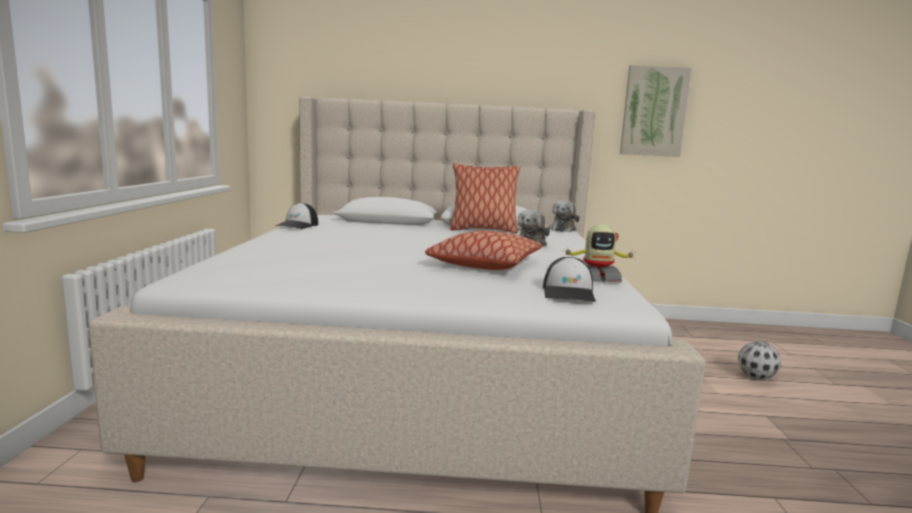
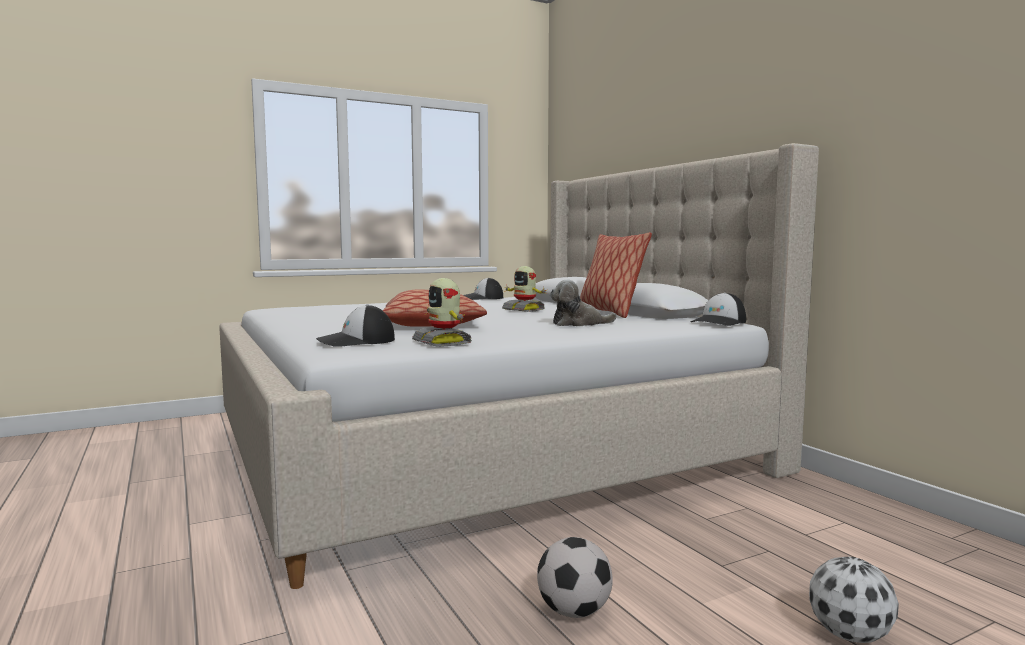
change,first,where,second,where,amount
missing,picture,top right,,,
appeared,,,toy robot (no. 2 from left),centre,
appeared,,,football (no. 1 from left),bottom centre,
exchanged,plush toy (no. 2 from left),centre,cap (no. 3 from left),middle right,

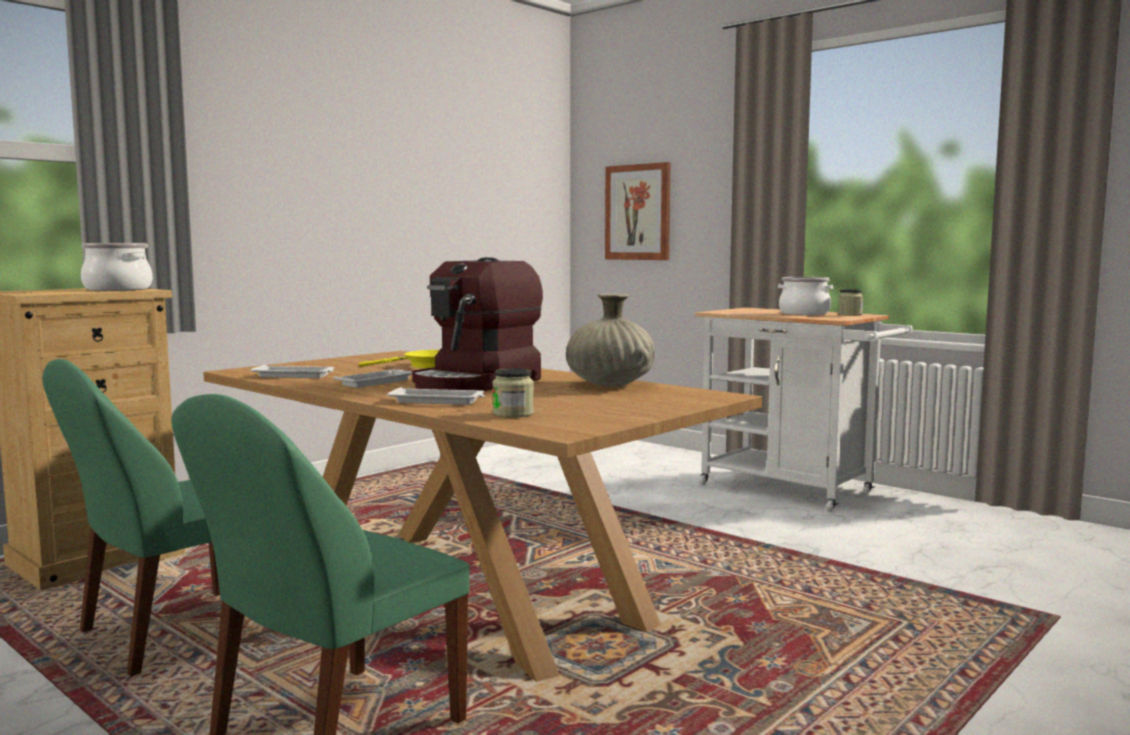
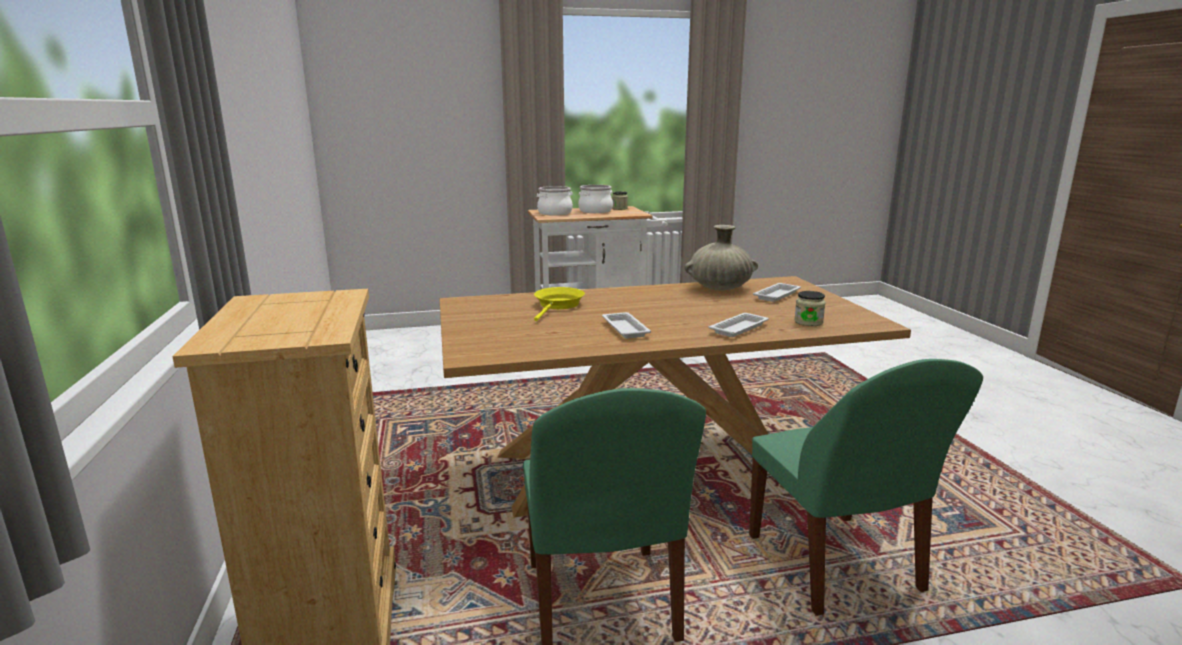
change,first,where,second,where,amount
missing,coffee machine,centre,,,
missing,picture,top centre,,,
relocated,cooking pot (no. 1 from left),middle left,,top centre,
relocated,white tray (no. 1 from left in the first image),middle left,white tray (no. 3 from left),centre,

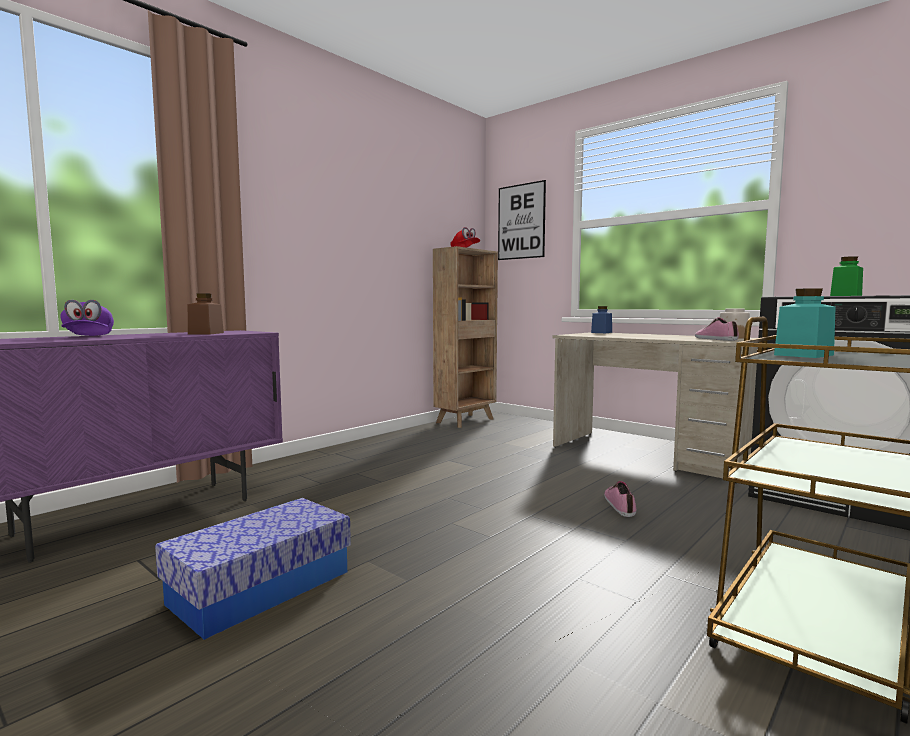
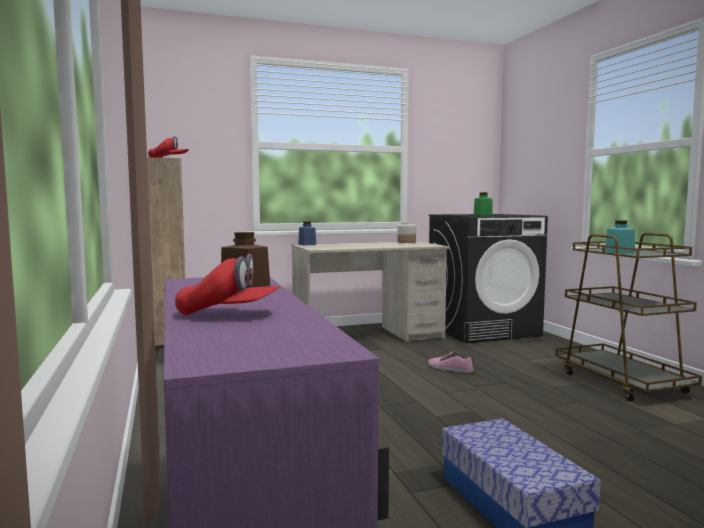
change,first,where,second,where,amount
missing,picture,top centre,,,
missing,shoe (no. 2 from left),middle right,,,
colour,purple cap,middle left,red cap (no. 2 from left),middle left,

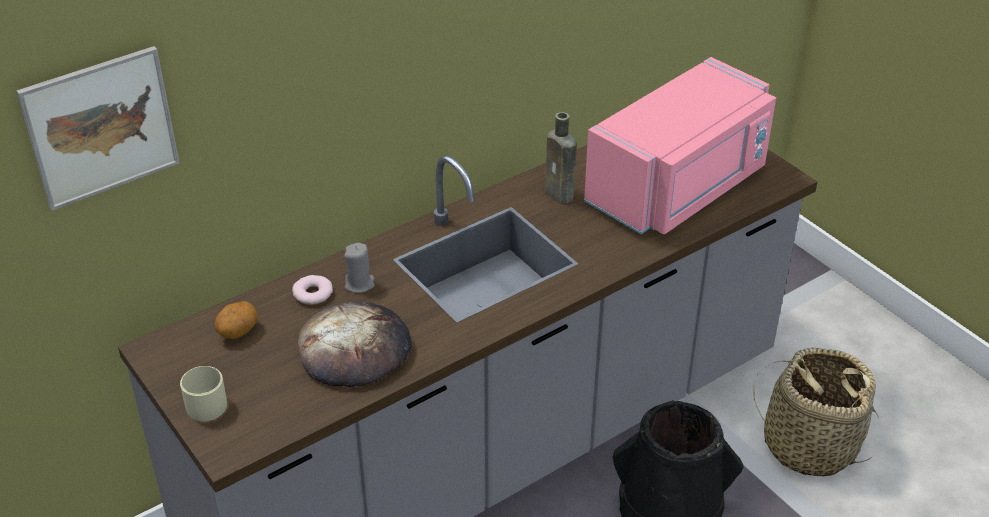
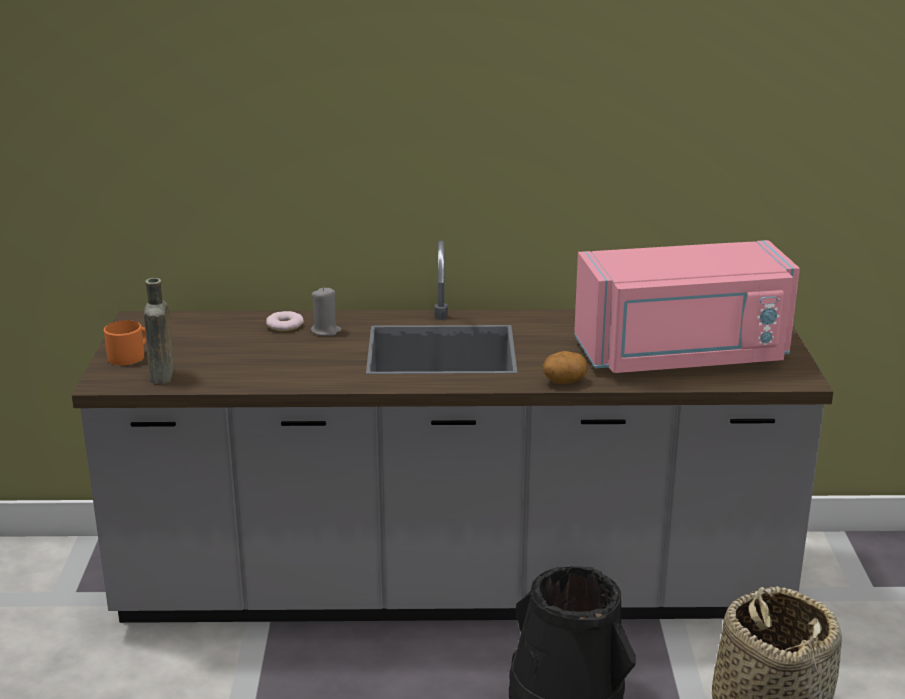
change,first,where,second,where,amount
missing,picture,top left,,,
missing,bread,centre,,,
relocated,potato,middle left,,centre,
relocated,brown bottle,top centre,,middle left,
colour,beige mug,bottom left,orange mug,middle left,

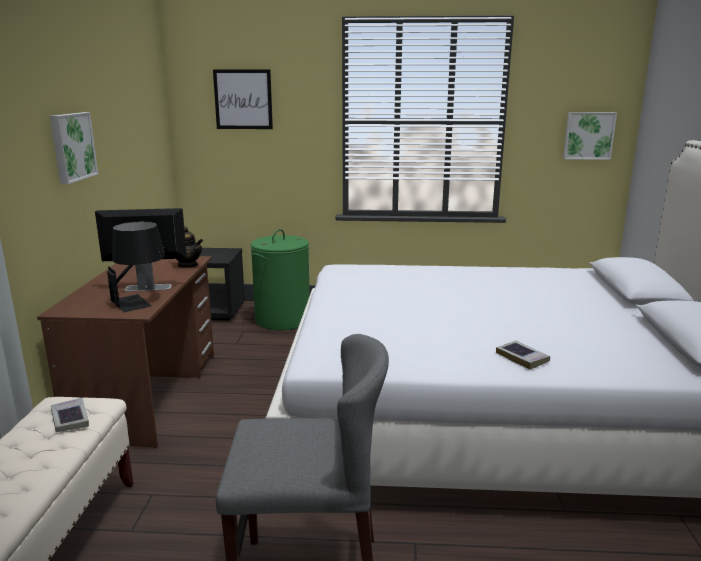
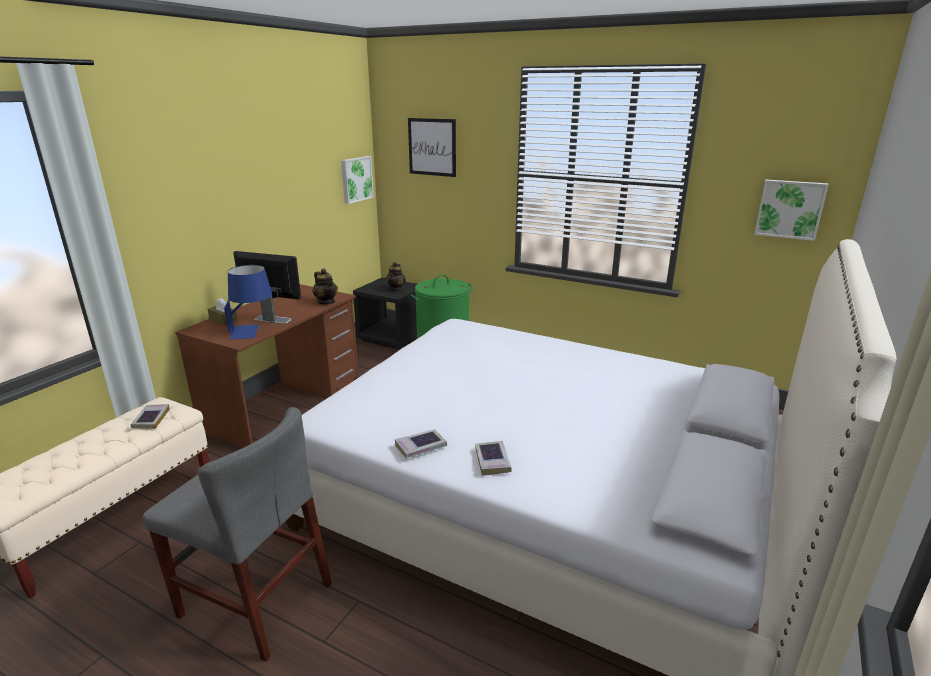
change,first,where,second,where,amount
appeared,,,brown tissue box,middle left,
appeared,,,teapot (no. 2 from left),centre,
appeared,,,book (no. 2 from left),centre,
relocated,picture (no. 1 from left),top left,,top centre,
colour,black table lamp,middle left,blue table lamp,middle left,

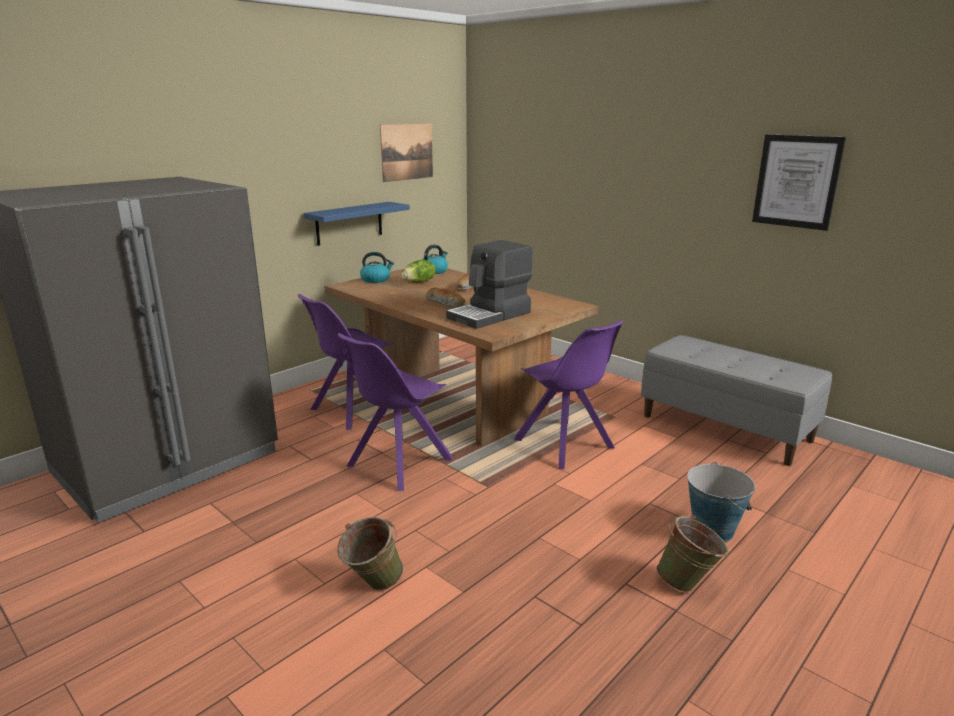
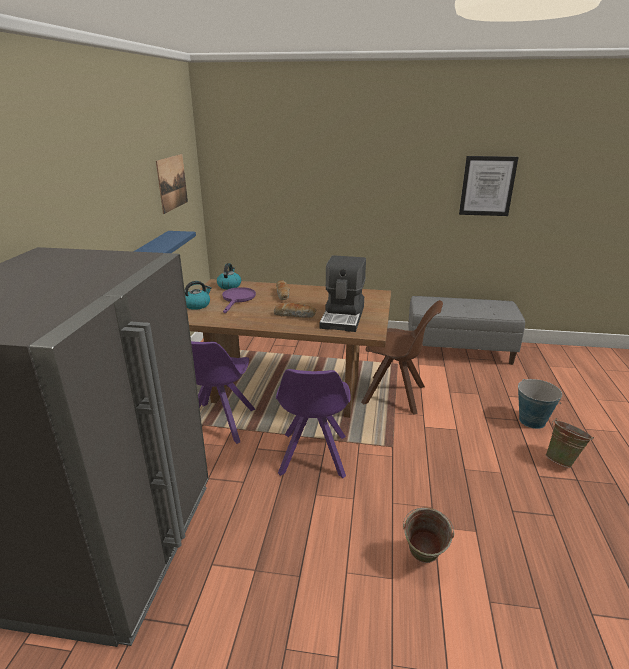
change,first,where,second,where,amount
exchanged,lettuce,centre,purple frying pan,centre,
colour,purple chair (no. 3 from left),centre,brown chair,centre,

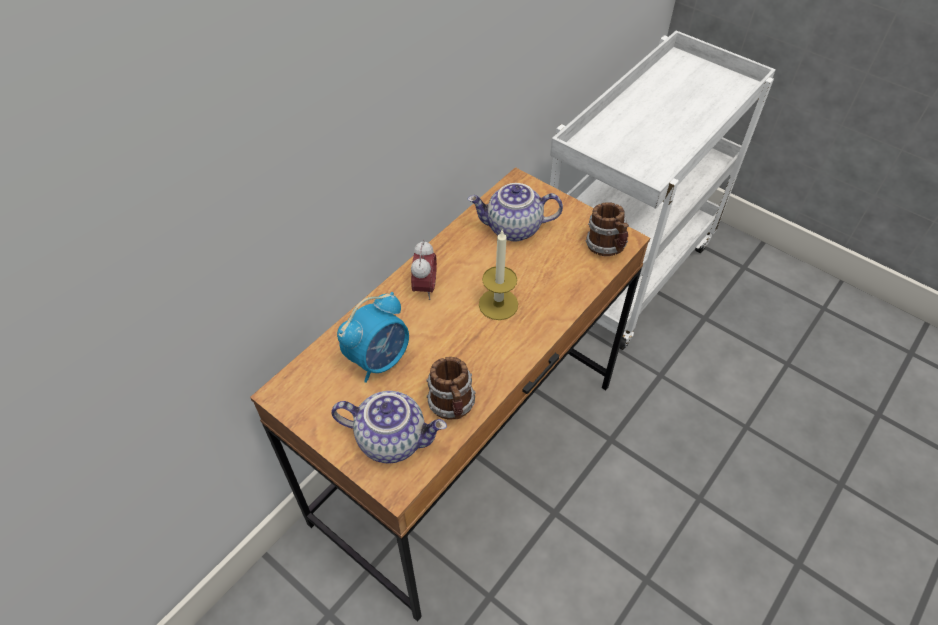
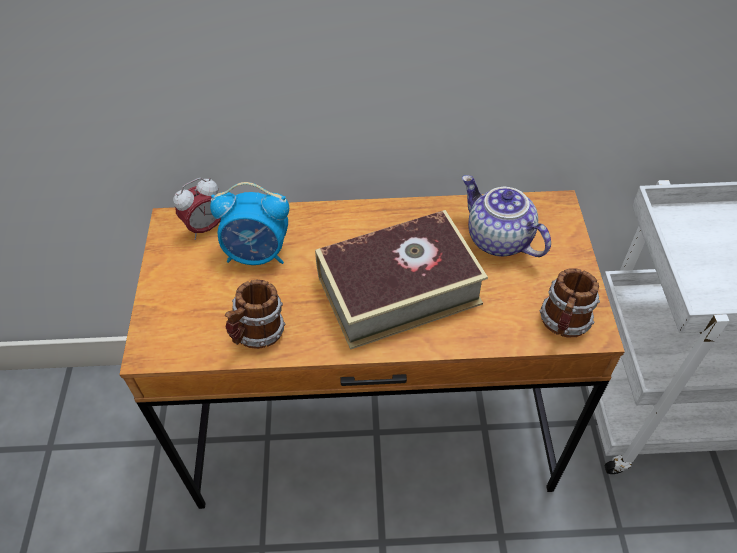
change,first,where,second,where,amount
missing,teapot (no. 1 from left),bottom centre,,,
relocated,alarm clock (no. 2 from left in the first image),centre,alarm clock (no. 1 from left),middle left,
exchanged,candle,centre,book,centre,

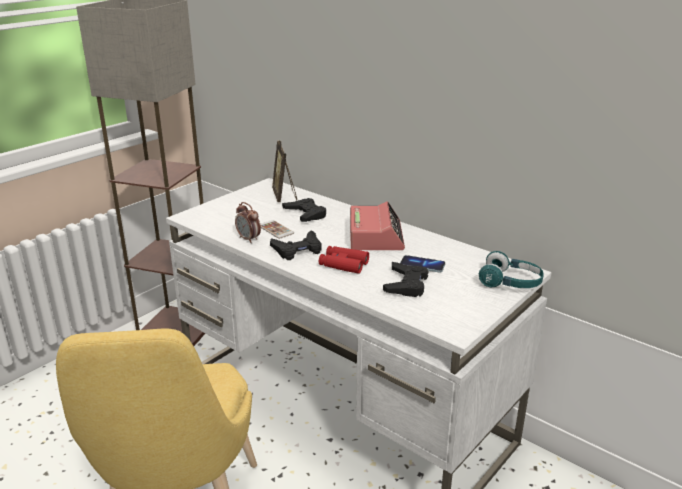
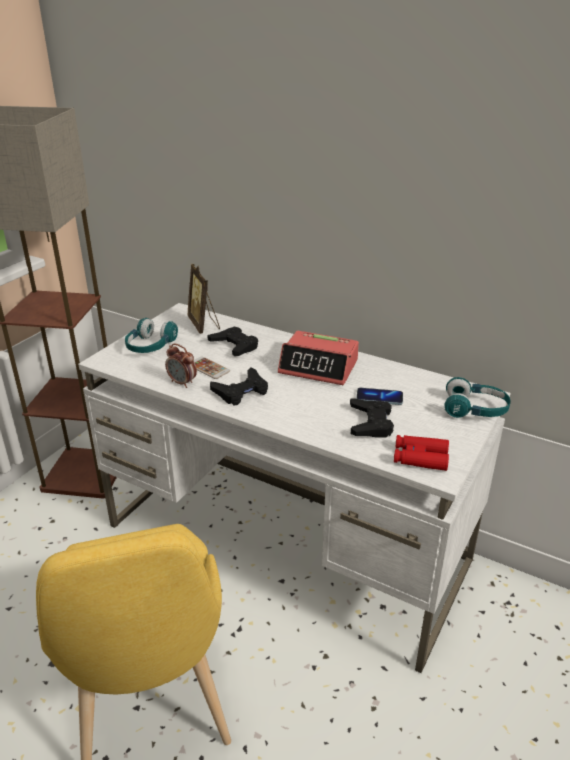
change,first,where,second,where,amount
appeared,,,turquoise headphones (no. 1 from left),middle left,
relocated,red binoculars,centre,,middle right,
spun,alarm clock (no. 2 from left),centre,,centre,120 degrees clockwise

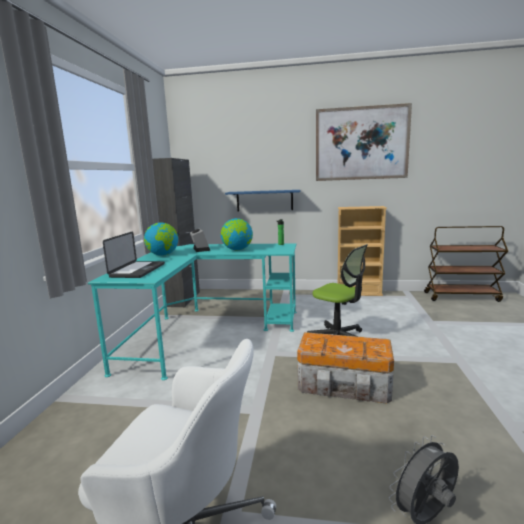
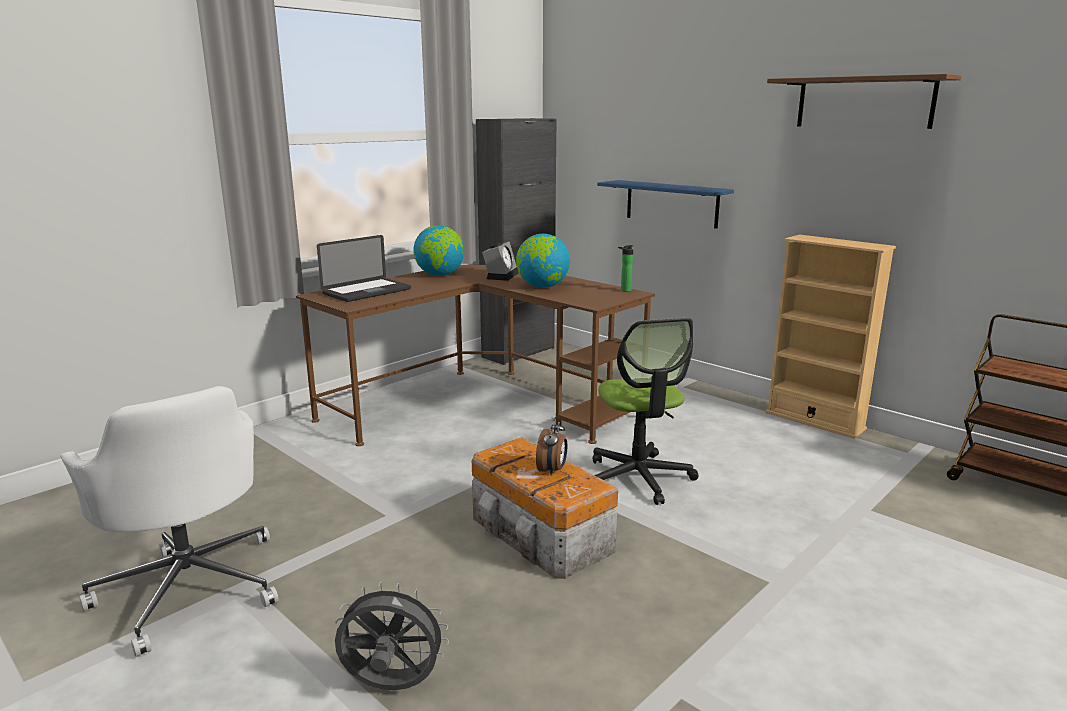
change,first,where,second,where,amount
appeared,,,alarm clock (no. 2 from left),centre,
exchanged,picture,top right,brown shelf,top right,
colour,turquoise desk,centre,brown desk,centre,

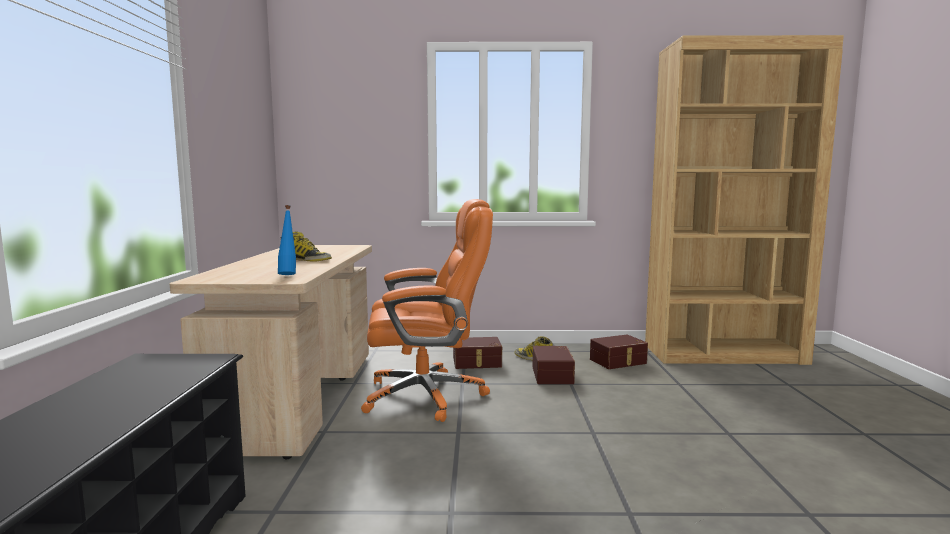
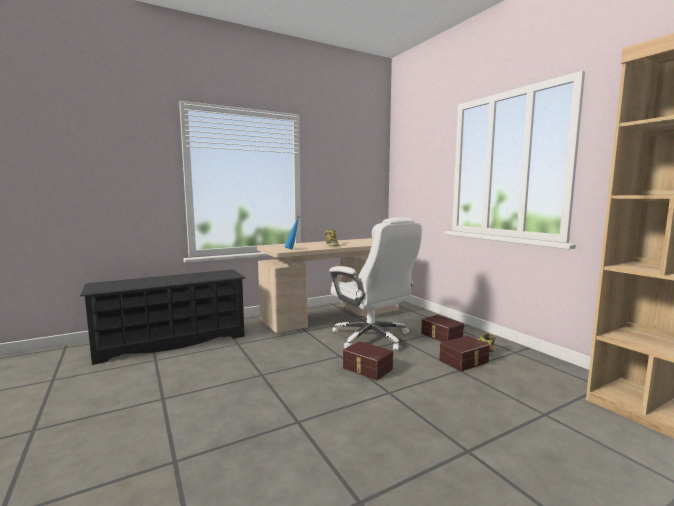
change,first,where,second,where,amount
relocated,brown storage box (no. 3 from left in the first image),centre,brown storage box (no. 1 from left),bottom centre,
colour,orange office chair,centre,white office chair,centre,

